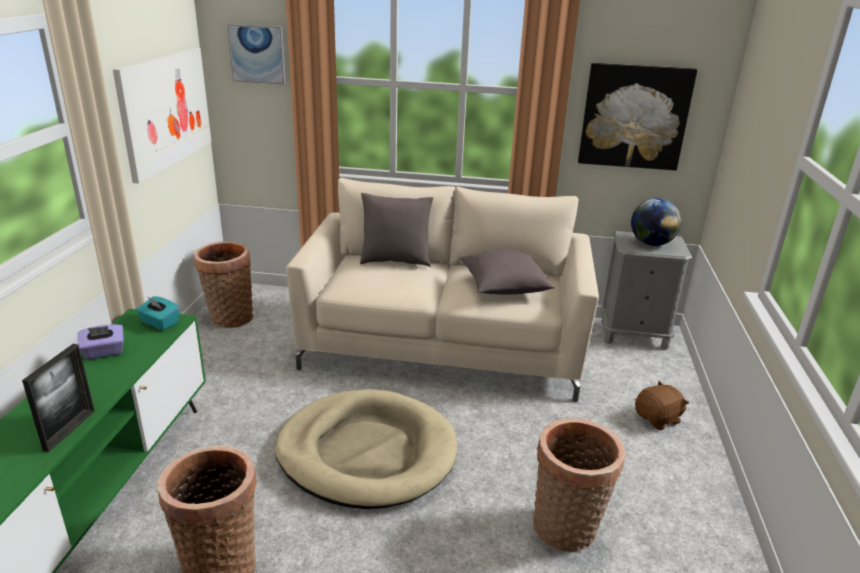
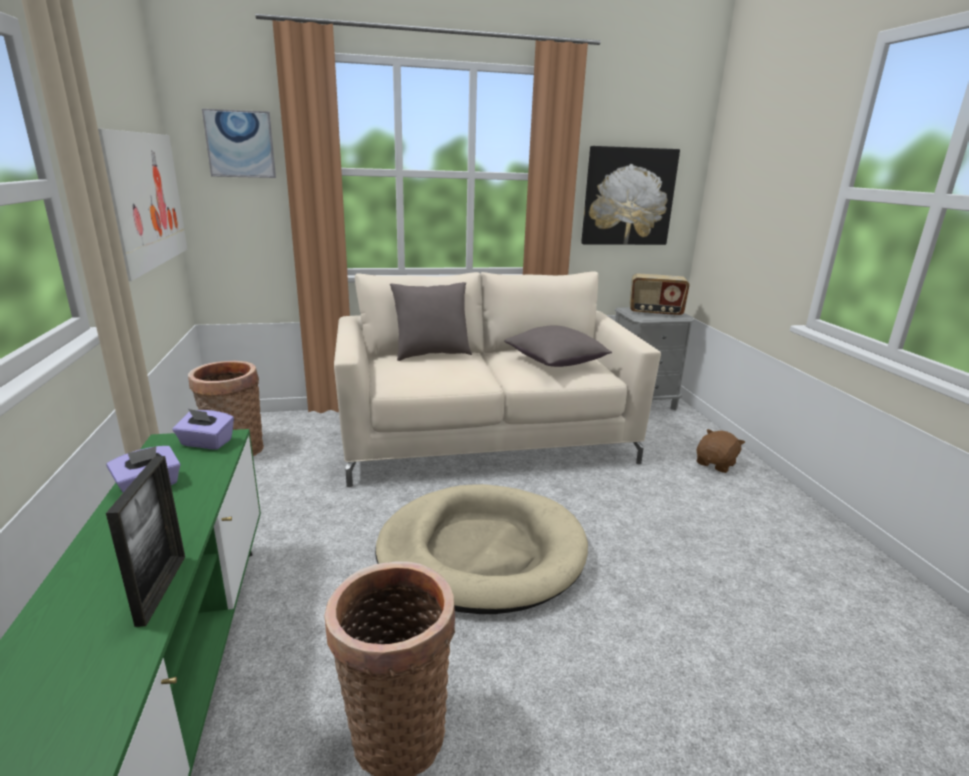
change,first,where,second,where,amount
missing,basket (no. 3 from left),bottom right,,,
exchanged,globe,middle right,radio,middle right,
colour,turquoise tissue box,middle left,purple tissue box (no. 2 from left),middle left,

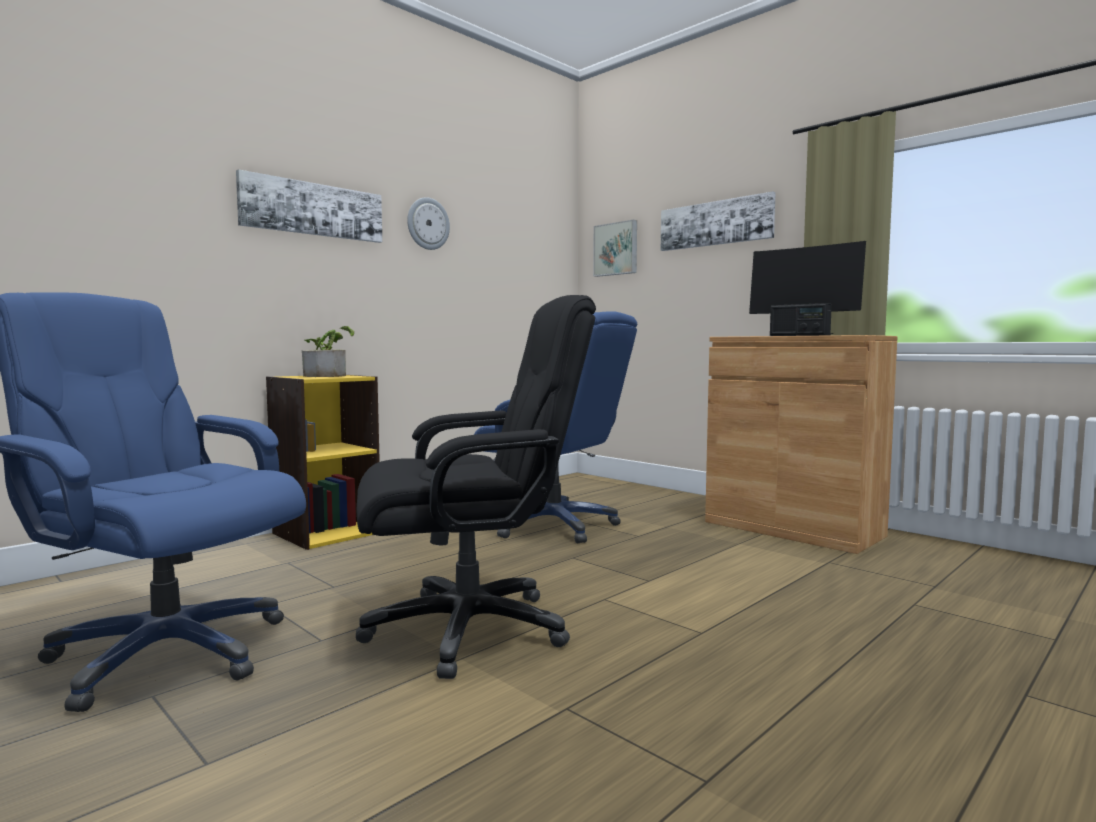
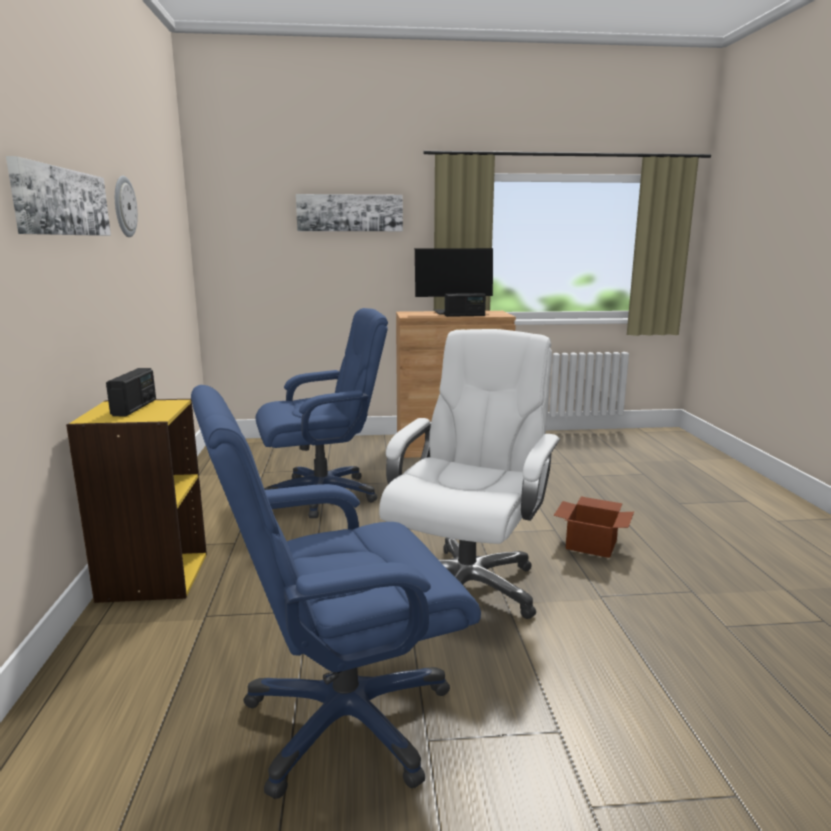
change,first,where,second,where,amount
missing,picture (no. 2 from left),top centre,,,
appeared,,,cardboard box,middle right,
exchanged,potted plant,middle left,radio (no. 1 from left),middle left,
colour,black office chair,centre,white office chair,centre,

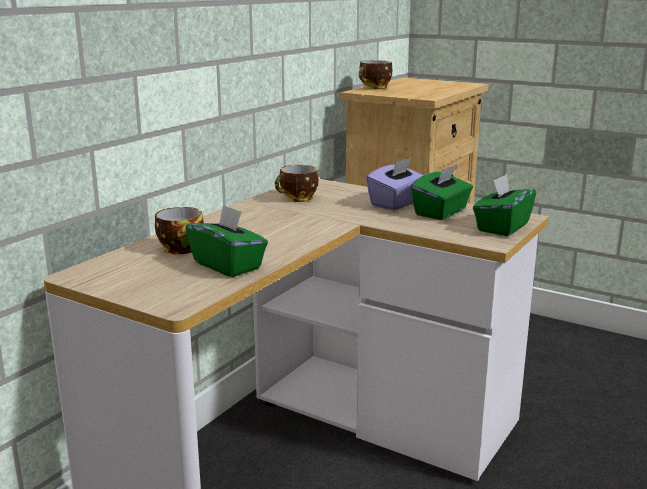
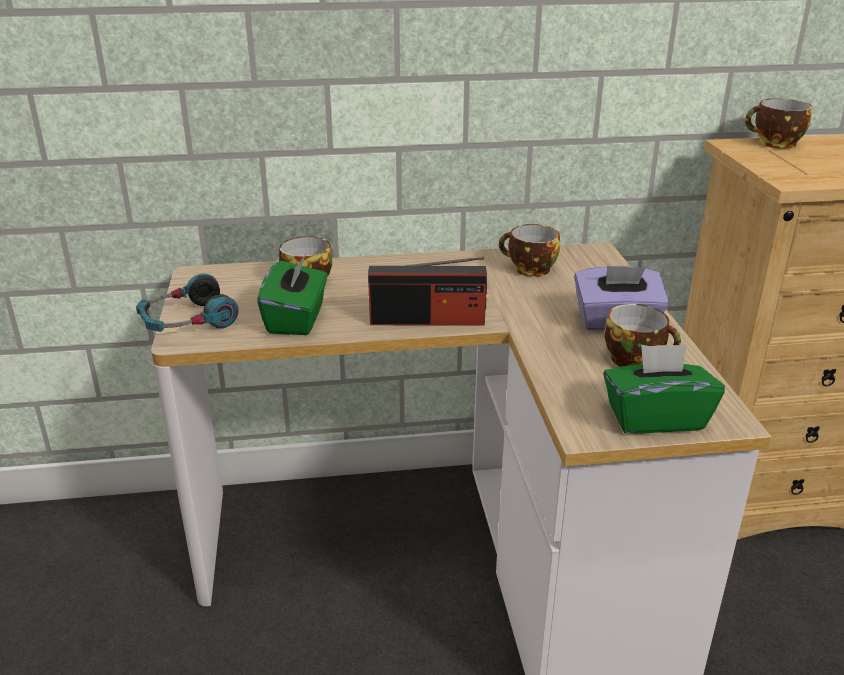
change,first,where,second,where,amount
appeared,,,headphones,middle left,
appeared,,,radio,centre,
exchanged,green tissue box (no. 2 from left),middle right,cup (no. 3 from left),middle right,

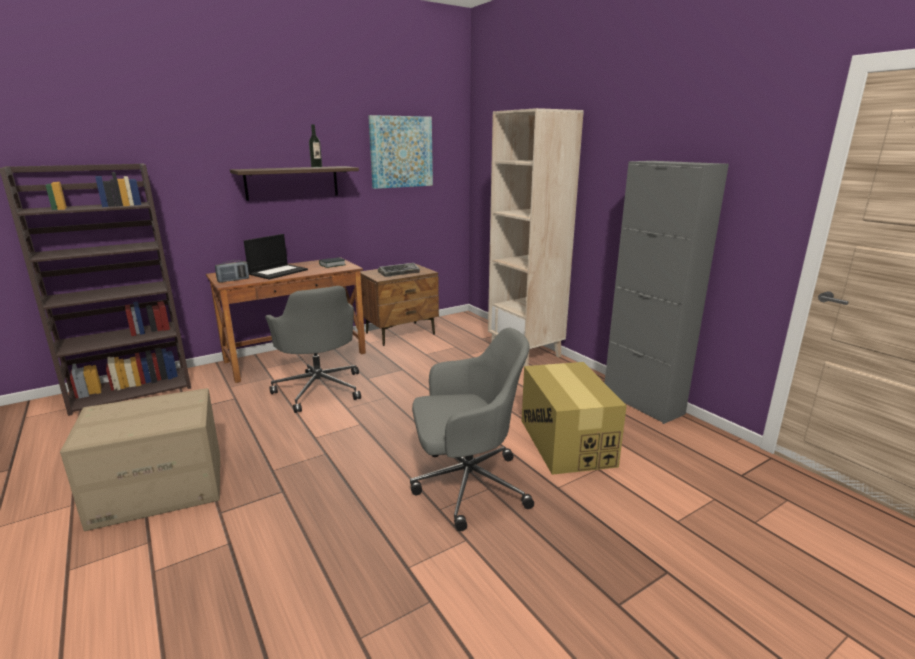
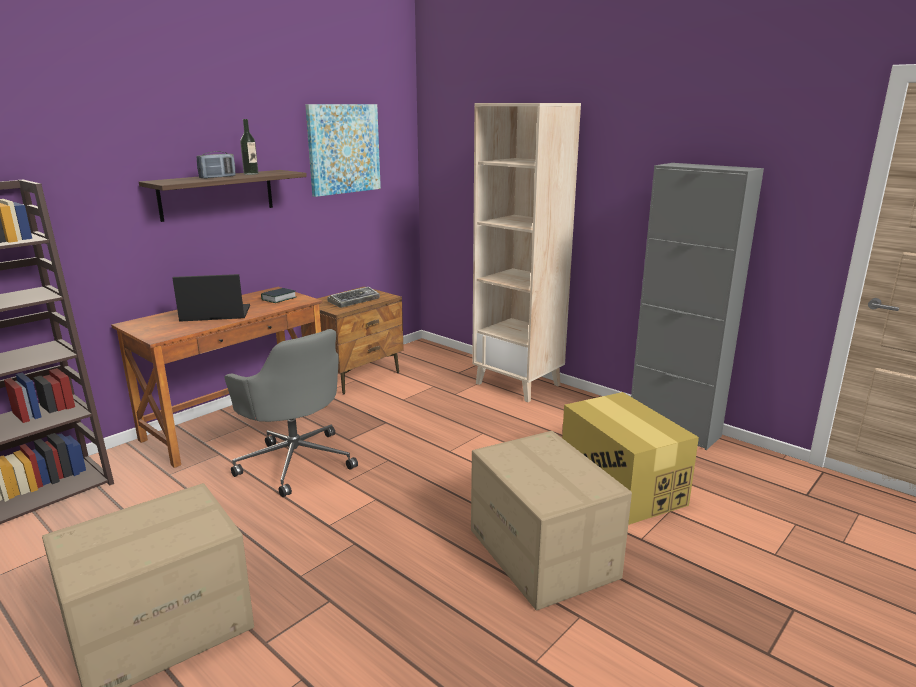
change,first,where,second,where,amount
relocated,radio,middle left,,top left,
exchanged,grey office chair (no. 2 from left),centre,cardboard box (no. 2 from left),bottom centre,
spun,laptop,middle left,,middle left,120 degrees counterclockwise

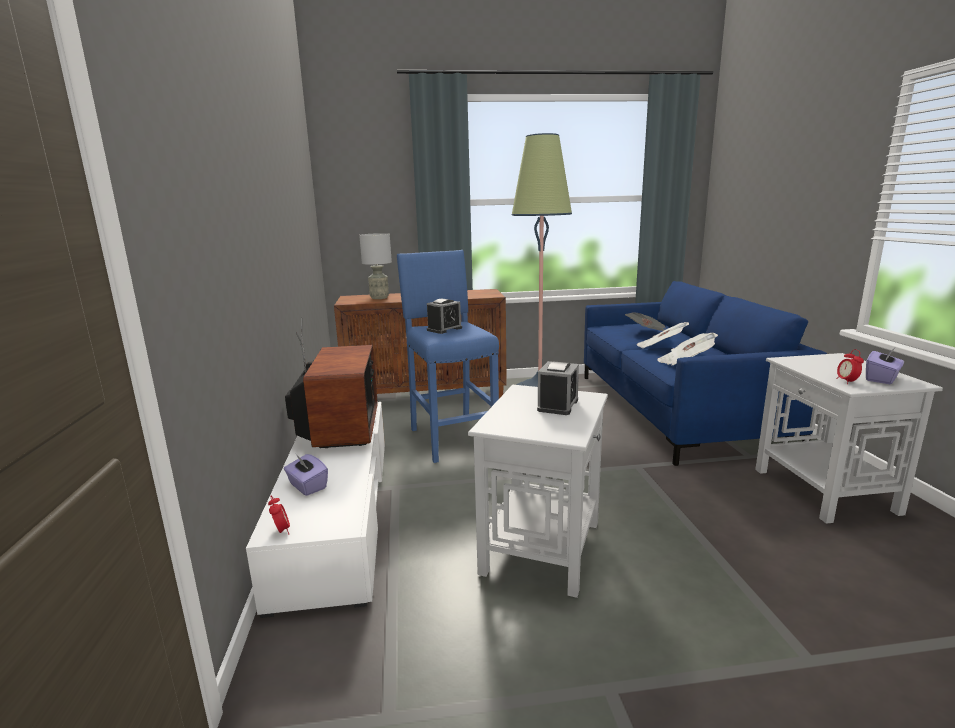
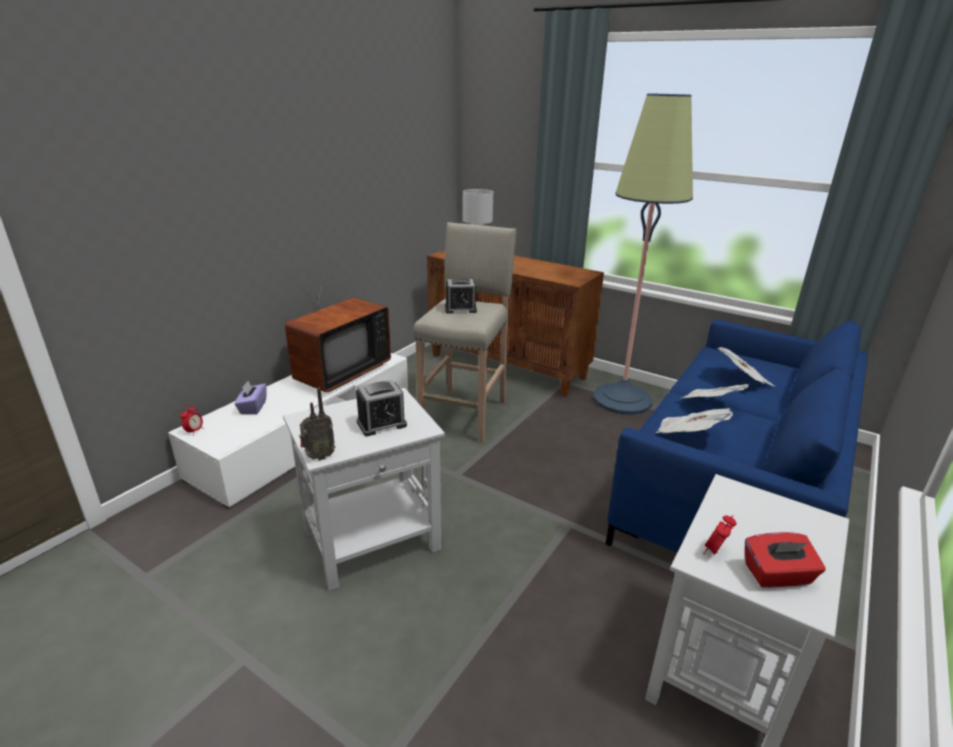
change,first,where,second,where,amount
appeared,,,radio,middle left,
colour,blue stool,centre,beige stool,centre,
colour,purple tissue box (no. 2 from left),middle right,red tissue box,bottom right,

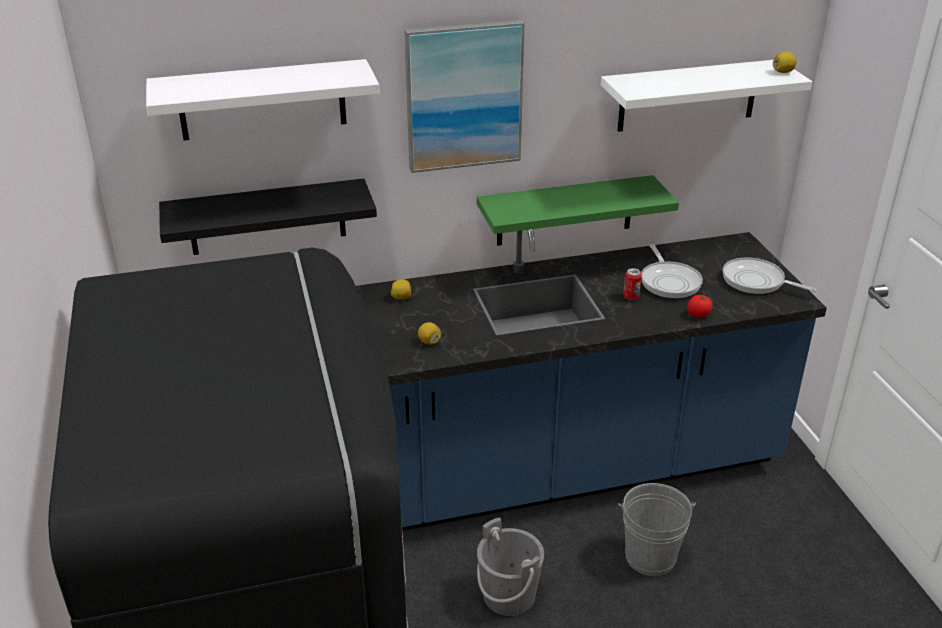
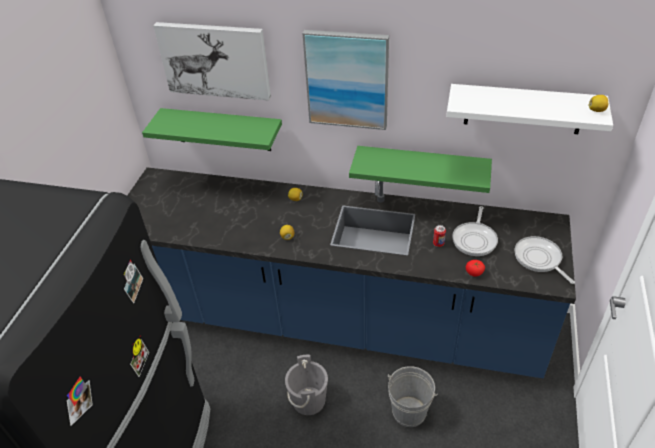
change,first,where,second,where,amount
exchanged,white shelf (no. 1 from left),top left,picture (no. 1 from left),top left,
colour,black shelf,middle left,green shelf (no. 1 from left),top left,

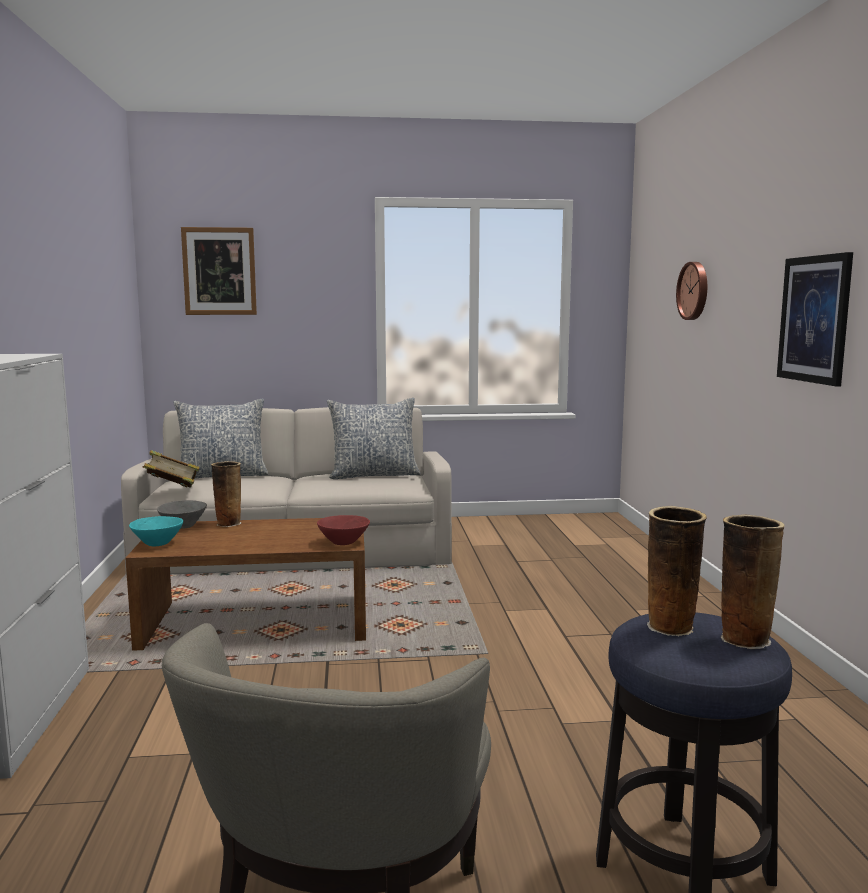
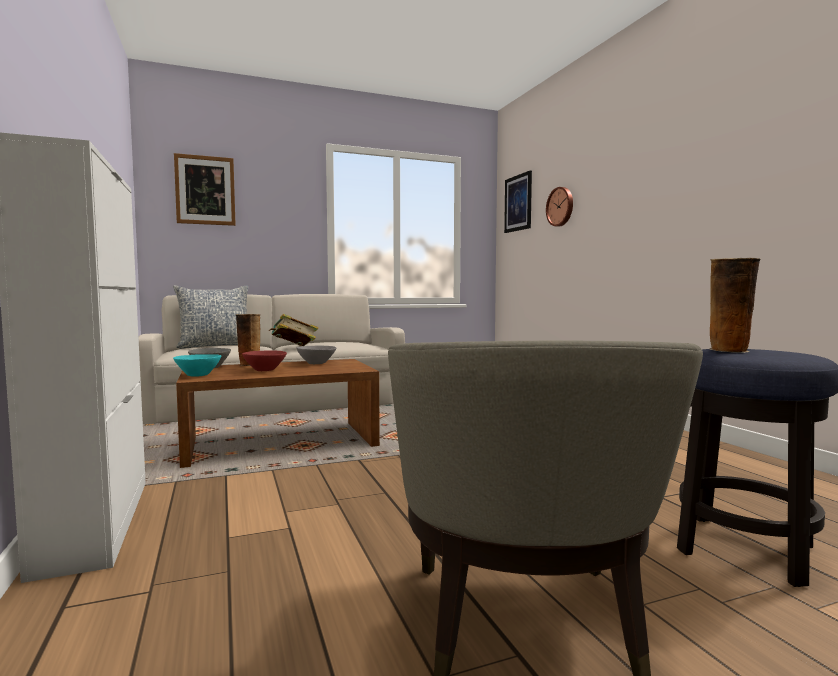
change,first,where,second,where,amount
missing,pillow (no. 2 from left),centre,,,
missing,vase (no. 3 from left),middle right,,,
appeared,,,grey bowl (no. 2 from left),centre,
relocated,book,middle left,,centre,
relocated,red bowl,centre,,middle left,
relocated,picture (no. 2 from left),middle right,,top centre,

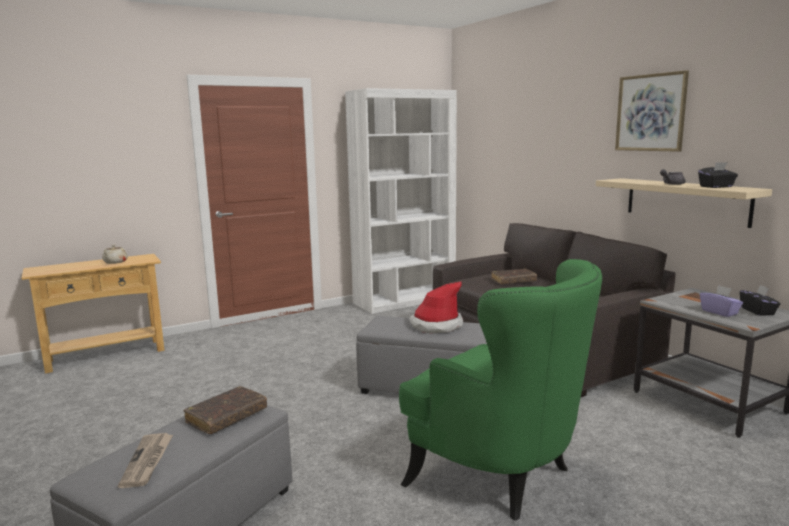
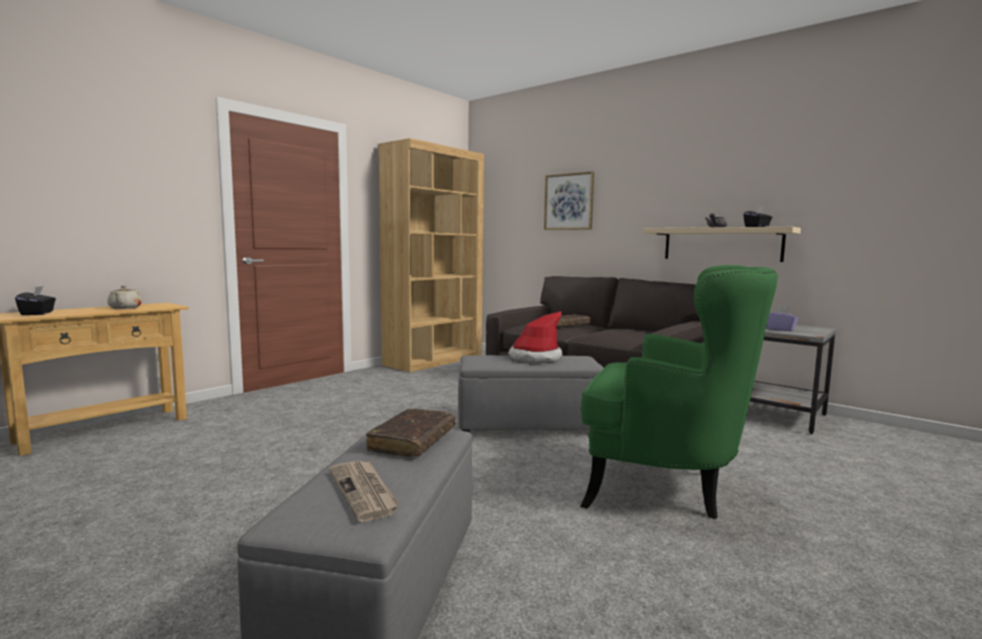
change,first,where,second,where,amount
relocated,picture,top right,,top centre,
relocated,black tissue box (no. 2 from left in the first image),middle right,black tissue box (no. 1 from left),middle left,
colour,white bookcase,centre,brown bookcase,centre,

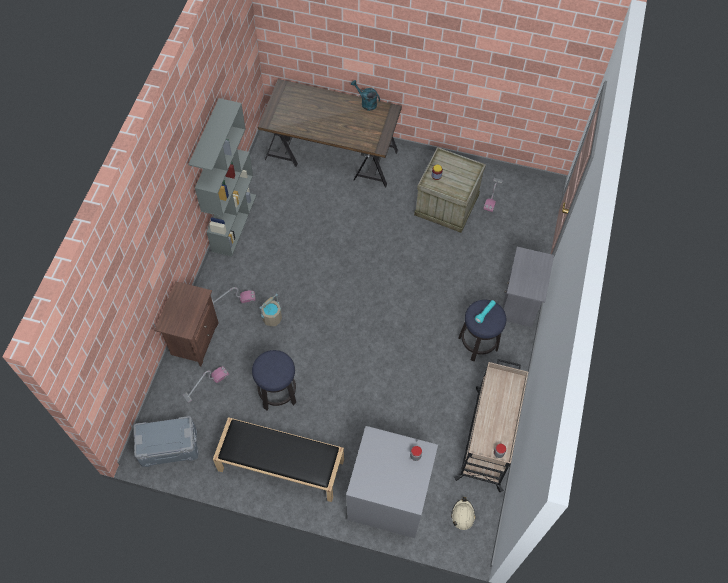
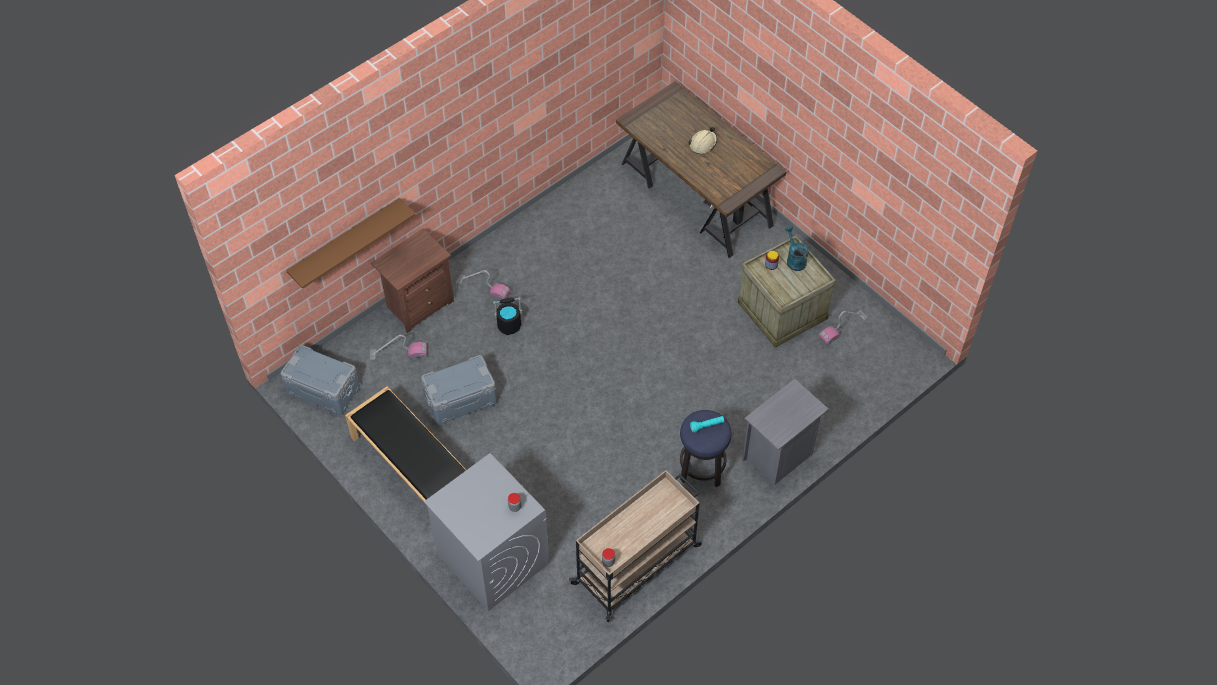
change,first,where,second,where,amount
missing,grey bookcase,top left,,,
appeared,,,brown shelf,middle left,
relocated,turquoise watering can,top centre,,centre,
relocated,beige hard hat,bottom centre,,top centre,
exchanged,stool (no. 1 from left),centre,grey storage box (no. 2 from left),centre,
colour,beige bucket,centre,black bucket,centre,

